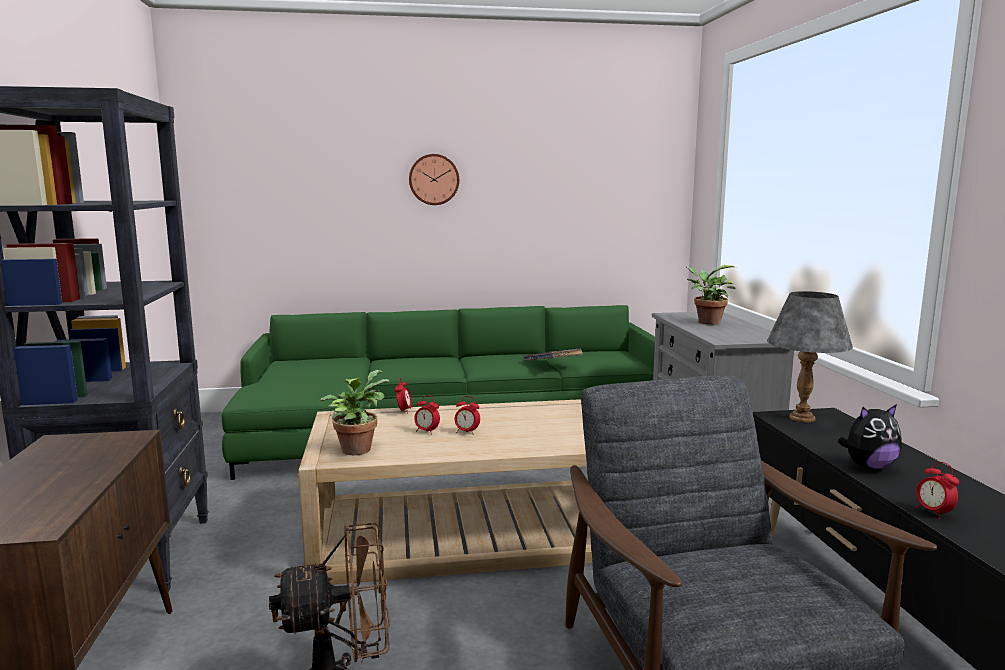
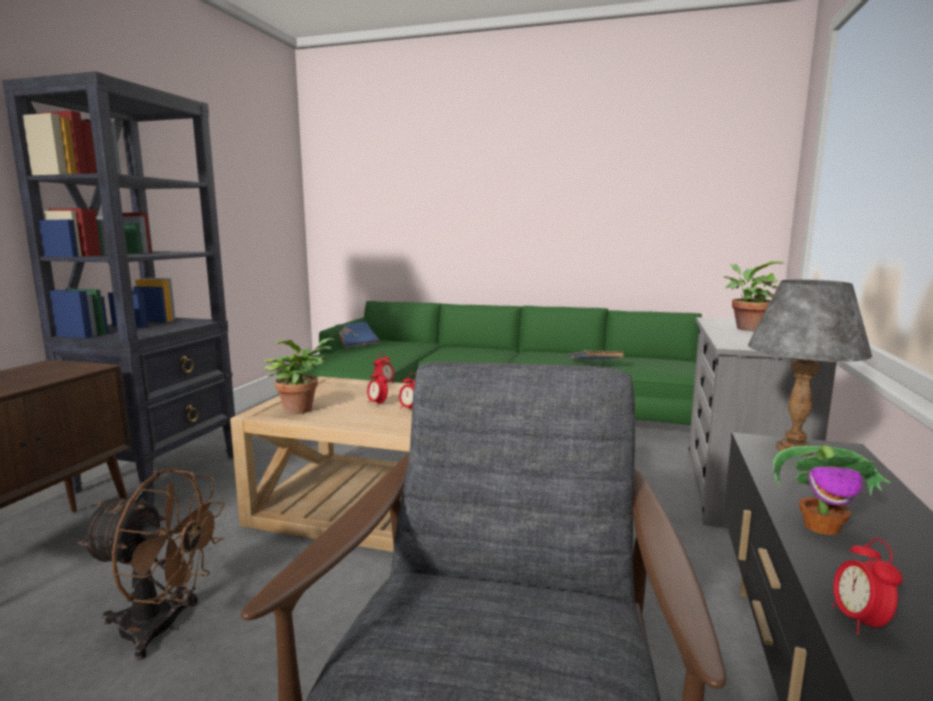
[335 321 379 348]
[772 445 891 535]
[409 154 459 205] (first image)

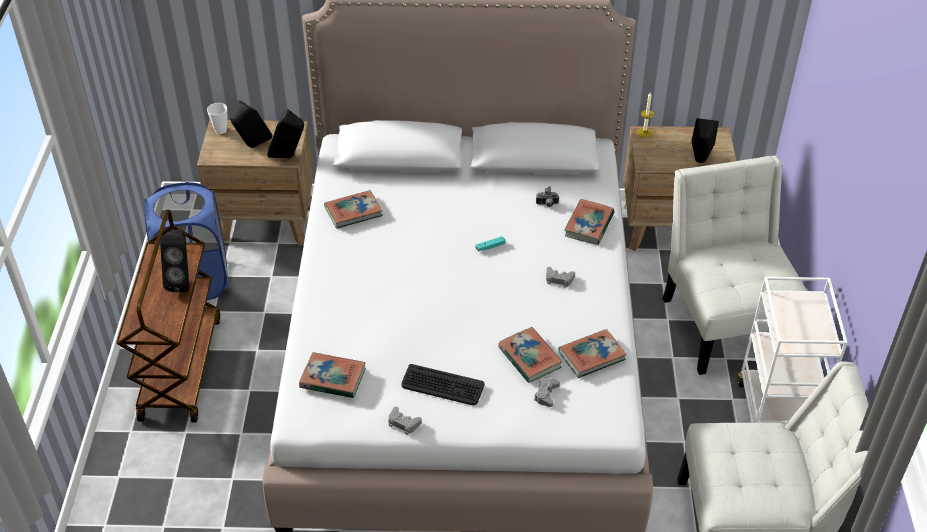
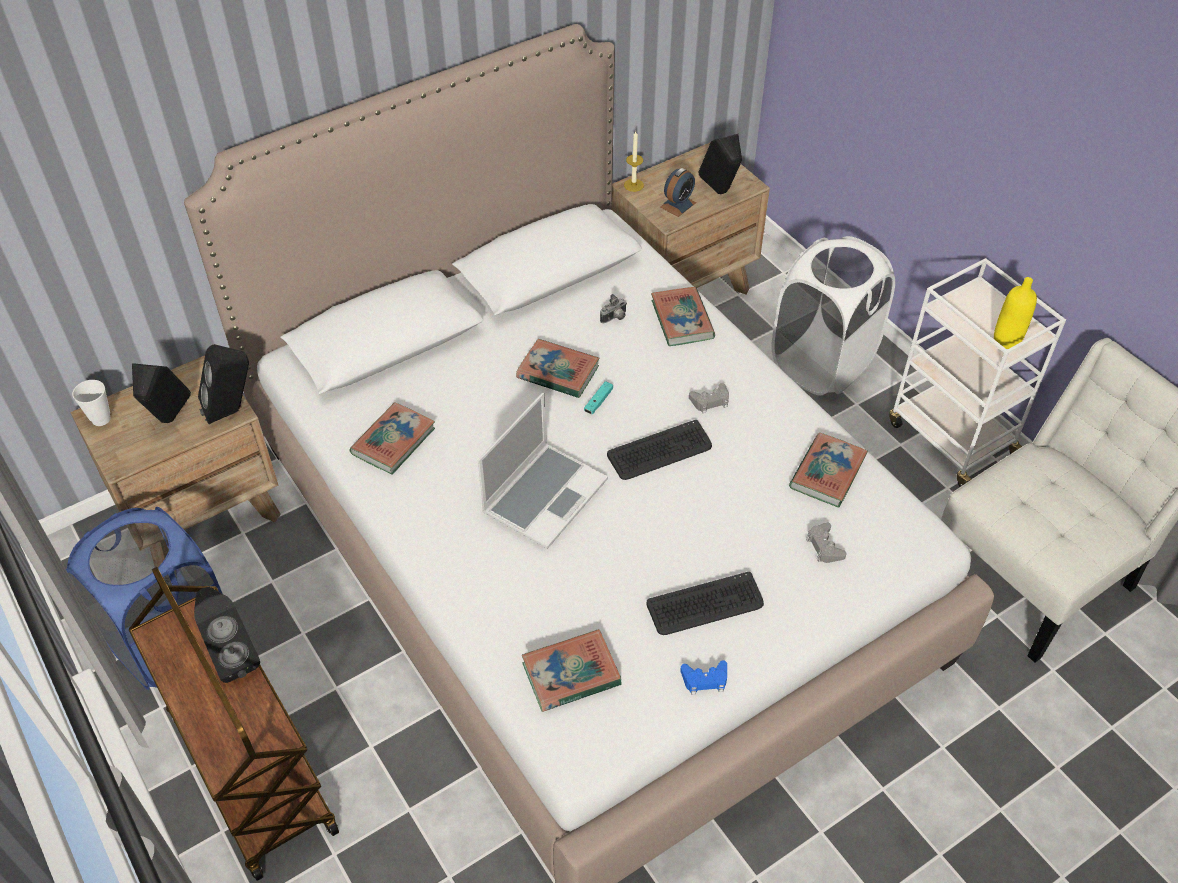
[478 393 608 549]
[516 339 599 398]
[607 420 712 480]
[660 168 696 217]
[680 660 727 695]
[771 236 895 395]
[994 277 1037 349]

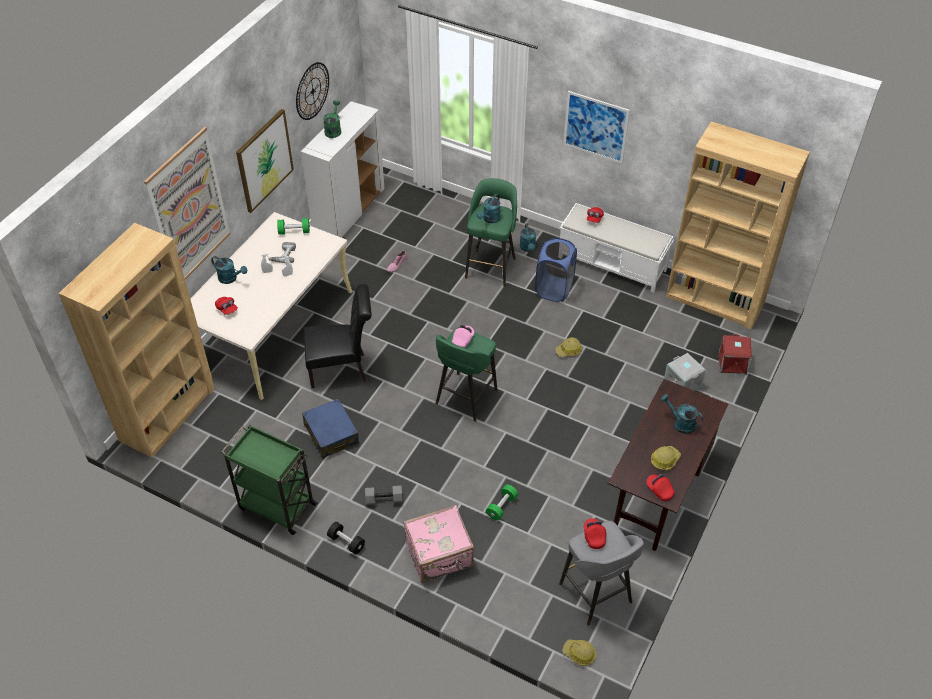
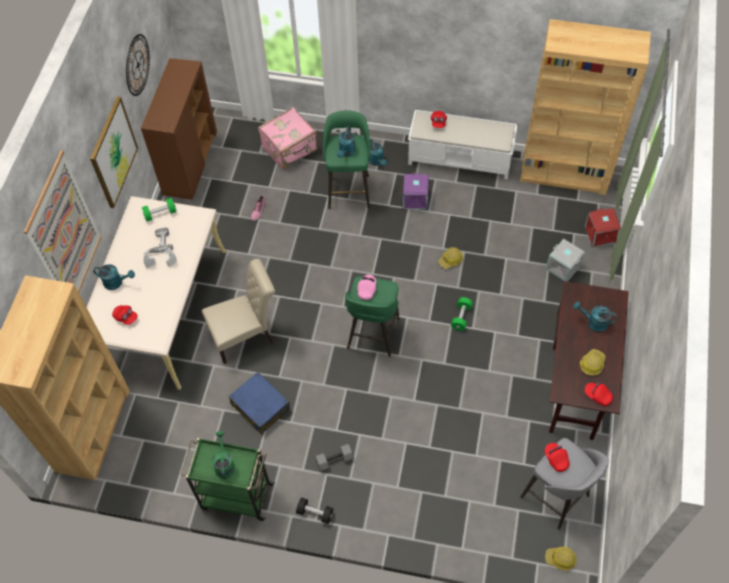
[141 58 217 200]
[202 259 275 364]
[212 431 235 479]
[258 107 318 170]
[403 173 429 209]
[451 297 473 331]
[563 91 630 164] (first image)

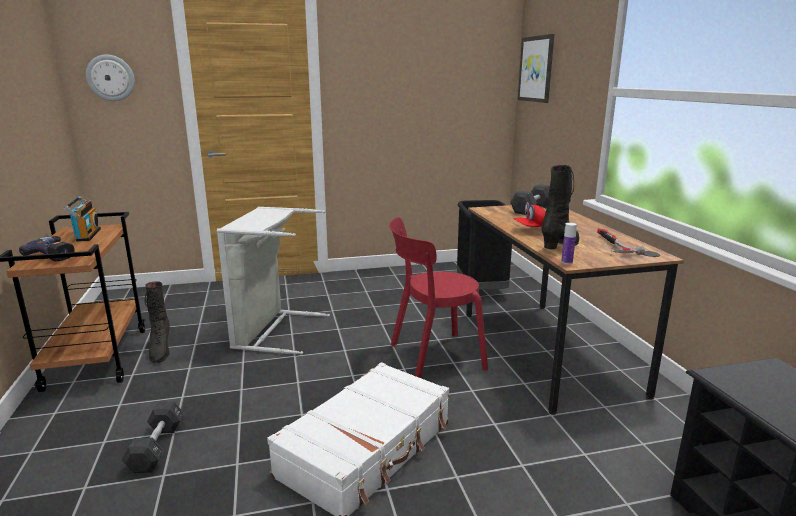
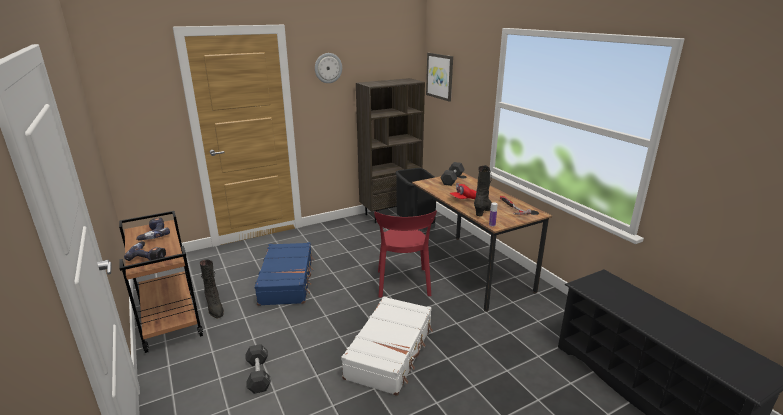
[136 217 170 241]
[254 242 315 306]
[315 53 342 83]
[356 78 425 223]
[374 210 437 298]

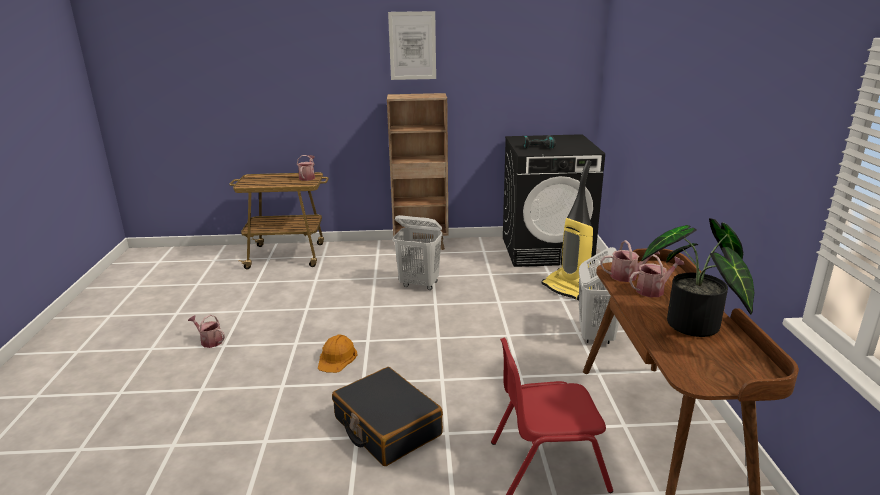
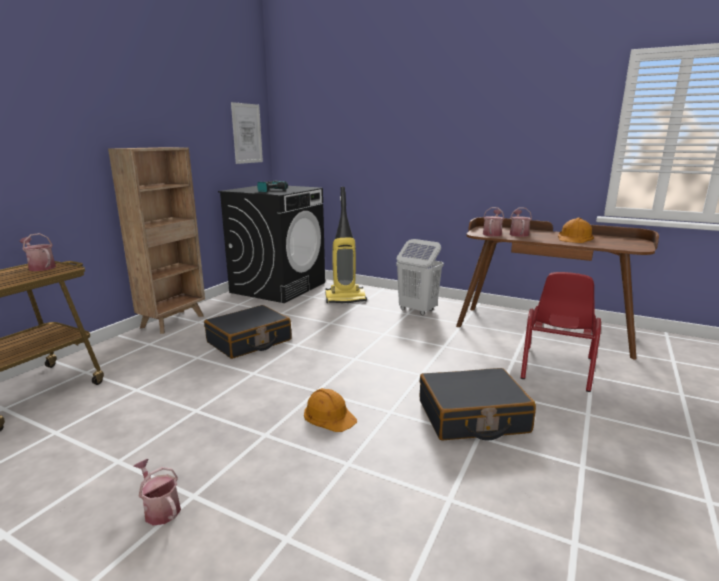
[134 459 181 525]
[204 305 291 359]
[231 102 263 164]
[558 218 594 243]

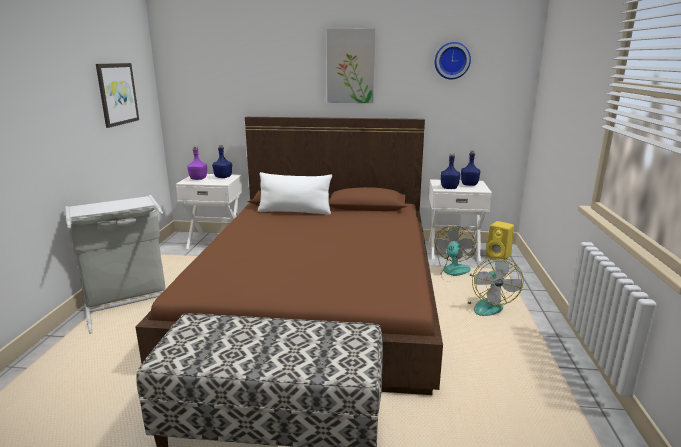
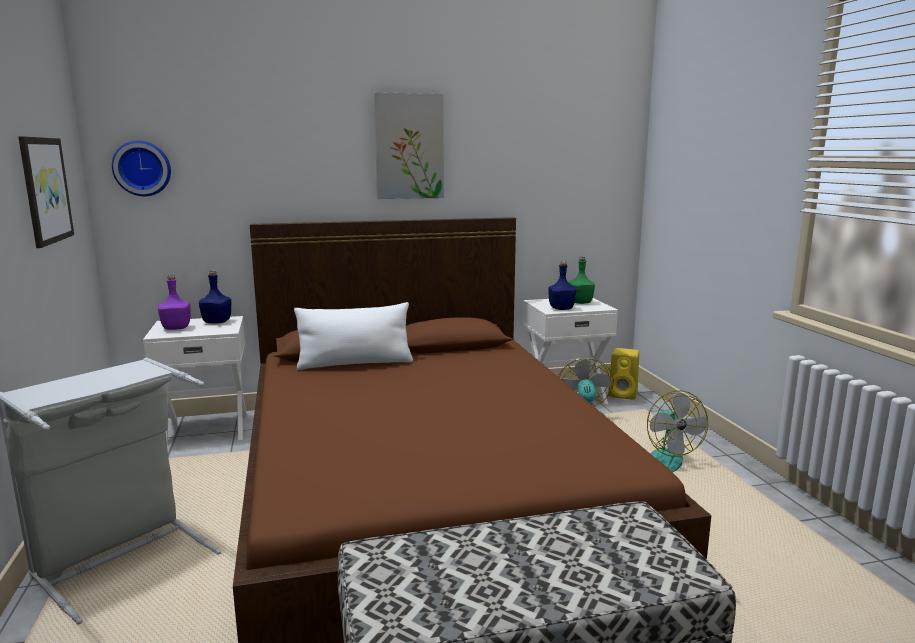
[112 141 171 196]
[568 257 595 304]

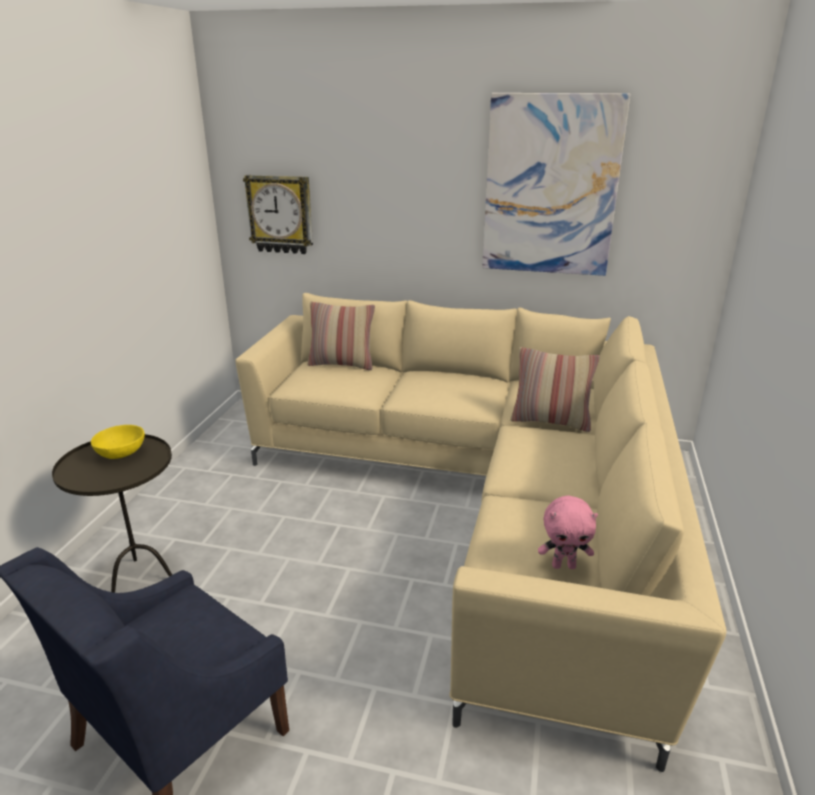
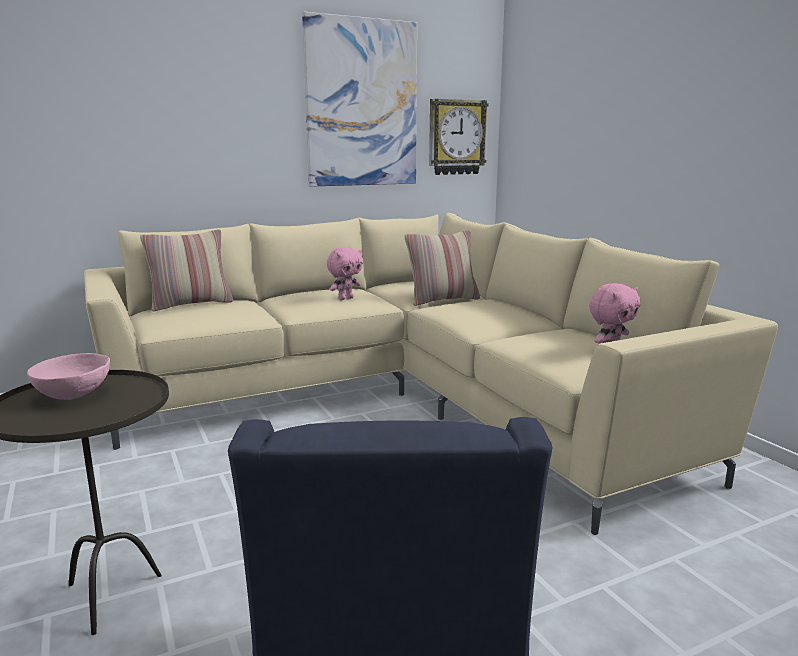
[27 353 110 400]
[327 247 363 300]
[429 99 489 175]

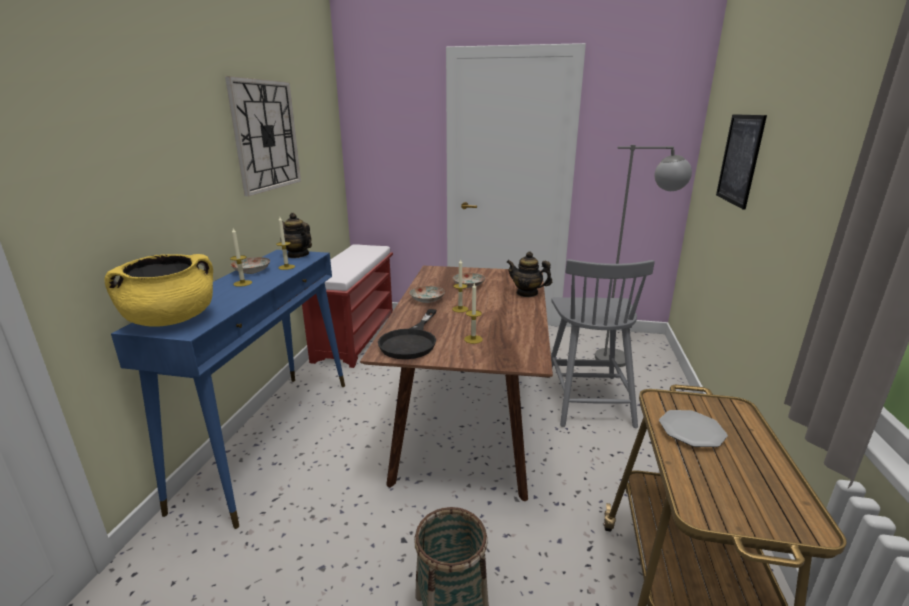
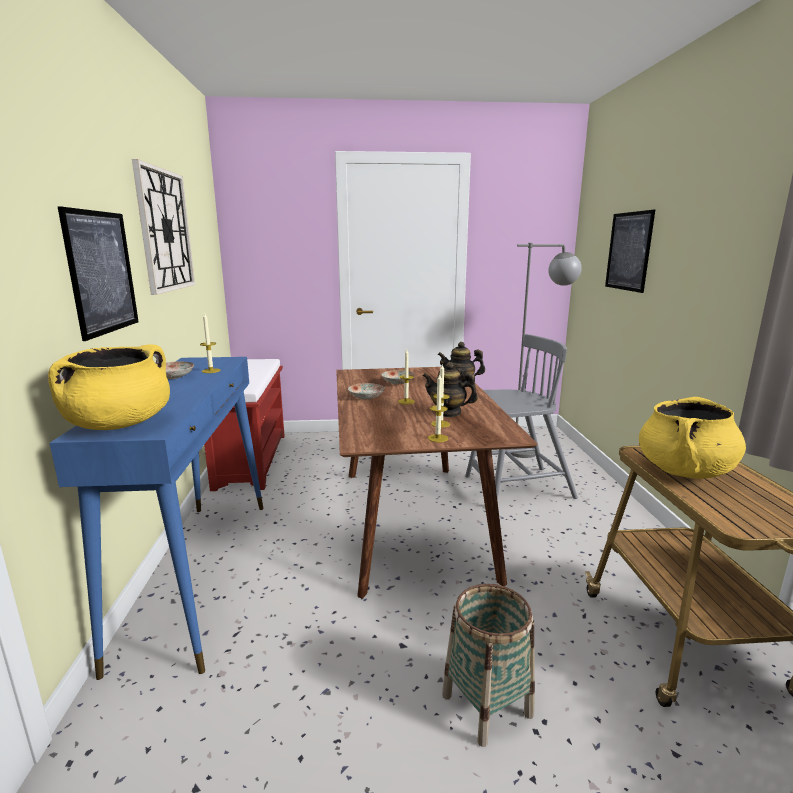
[58 206 139 341]
[423 362 478 417]
[428 374 448 442]
[465 334 578 500]
[639 397 746 479]
[378 309 436 359] (first image)

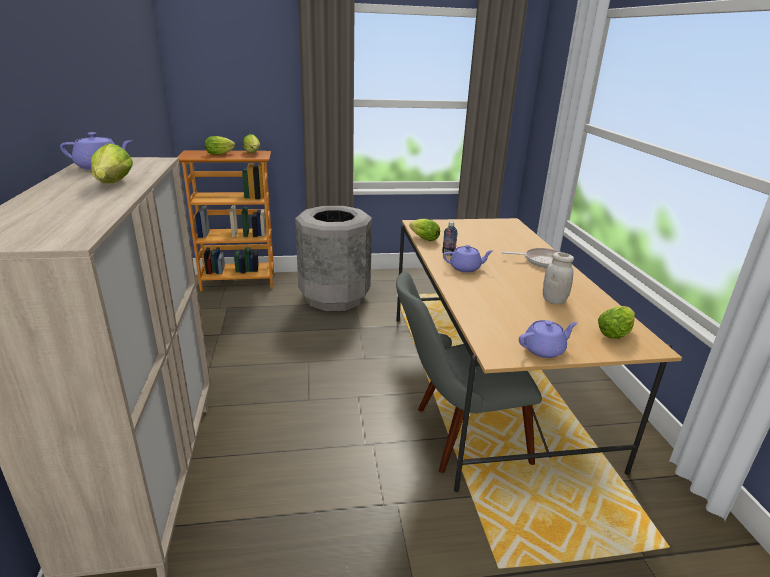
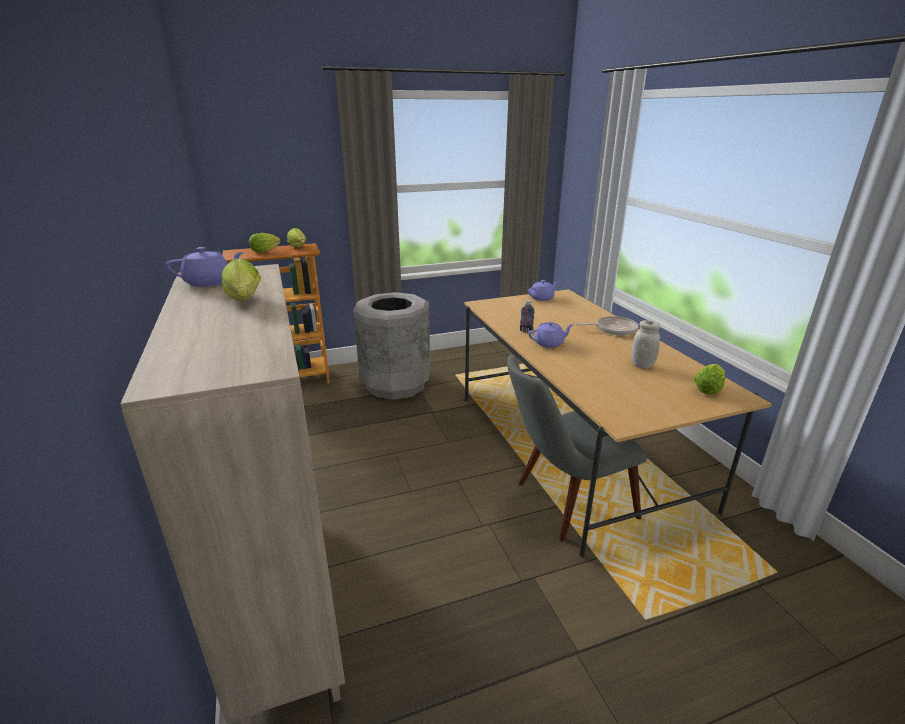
[528 280 559 301]
[409 219 440 241] (first image)

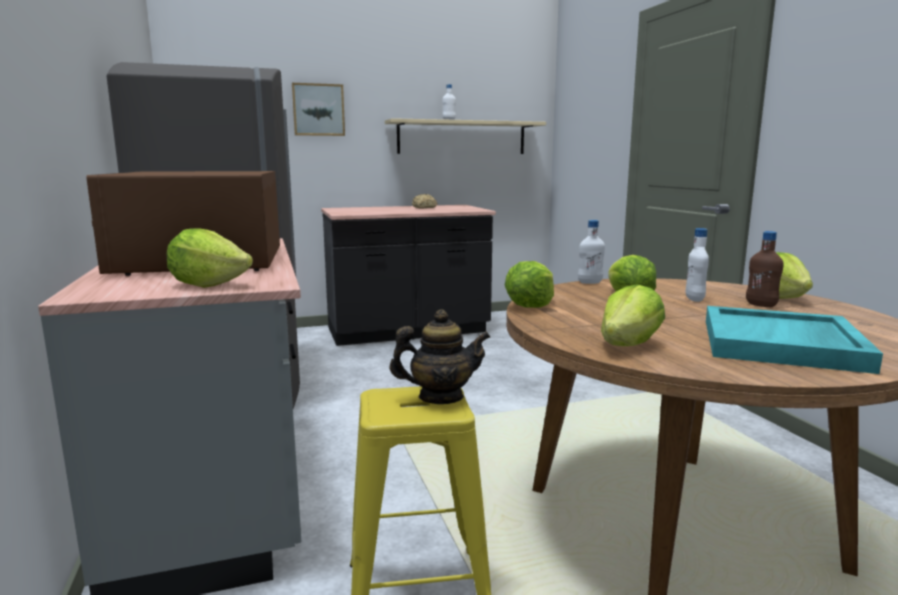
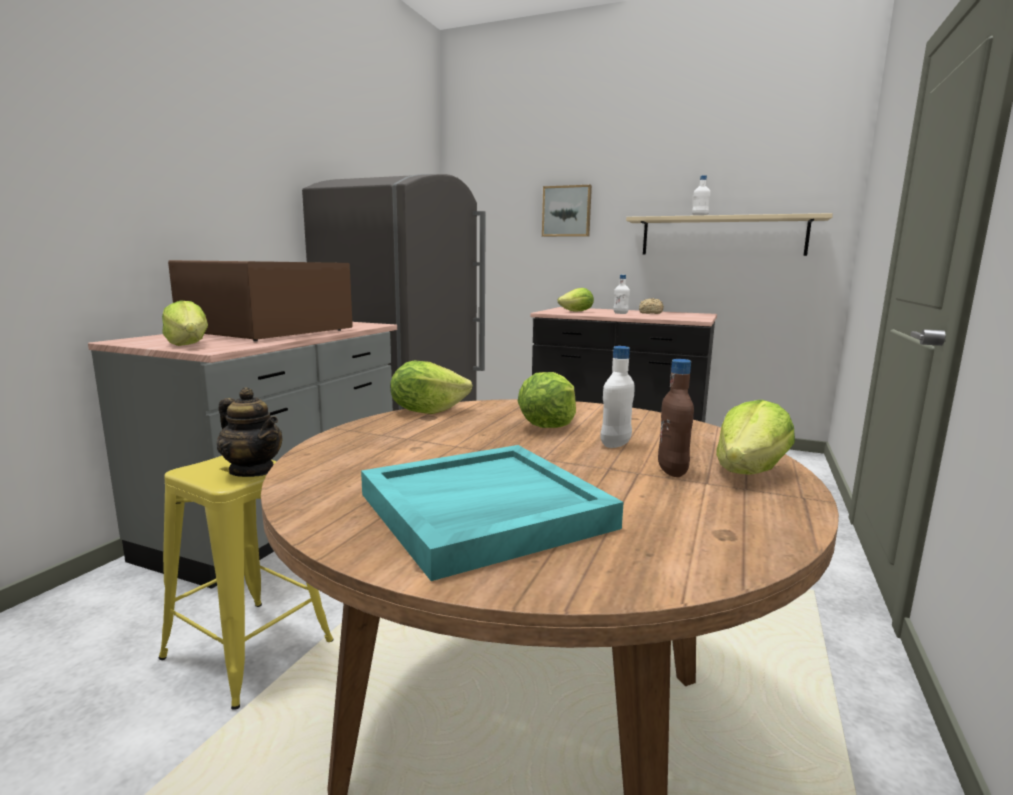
[558 288 594 311]
[613 275 630 314]

